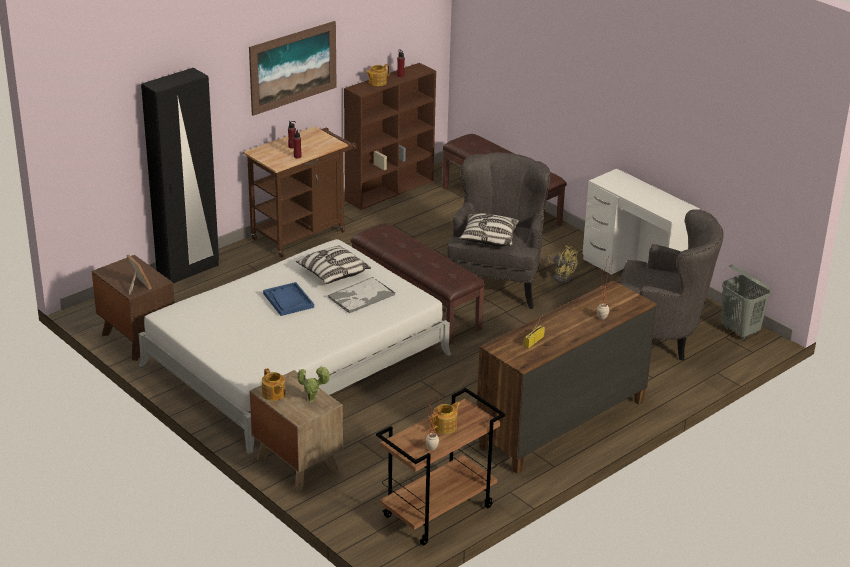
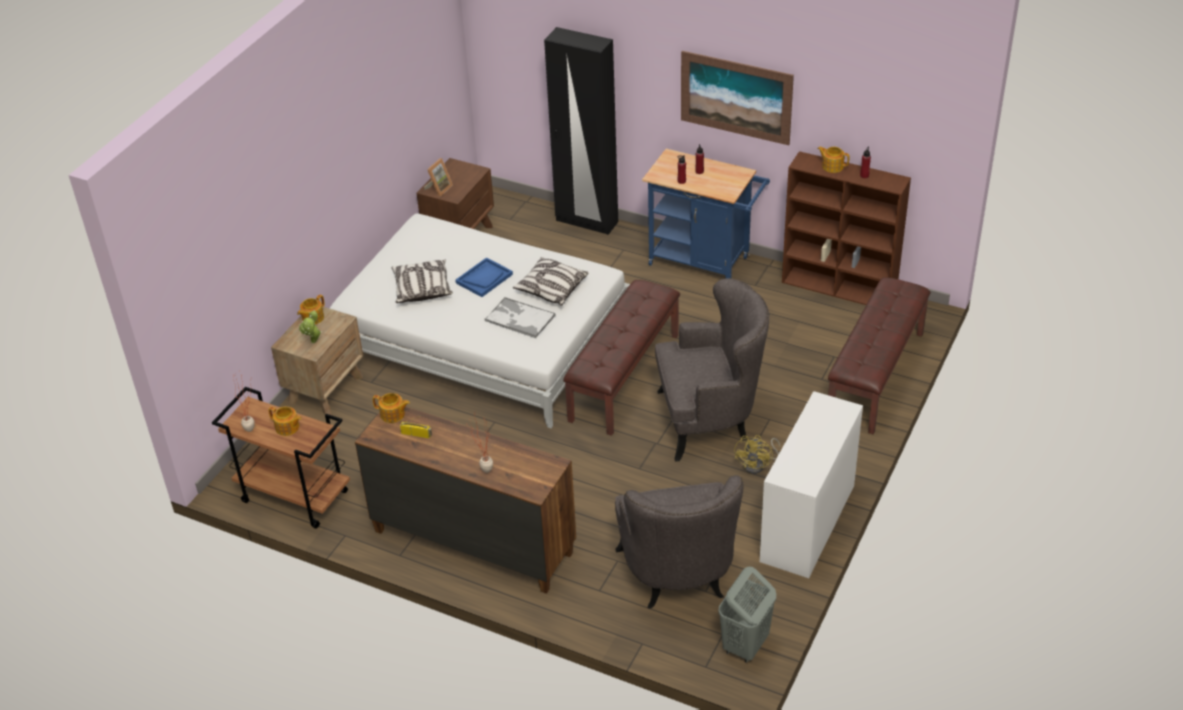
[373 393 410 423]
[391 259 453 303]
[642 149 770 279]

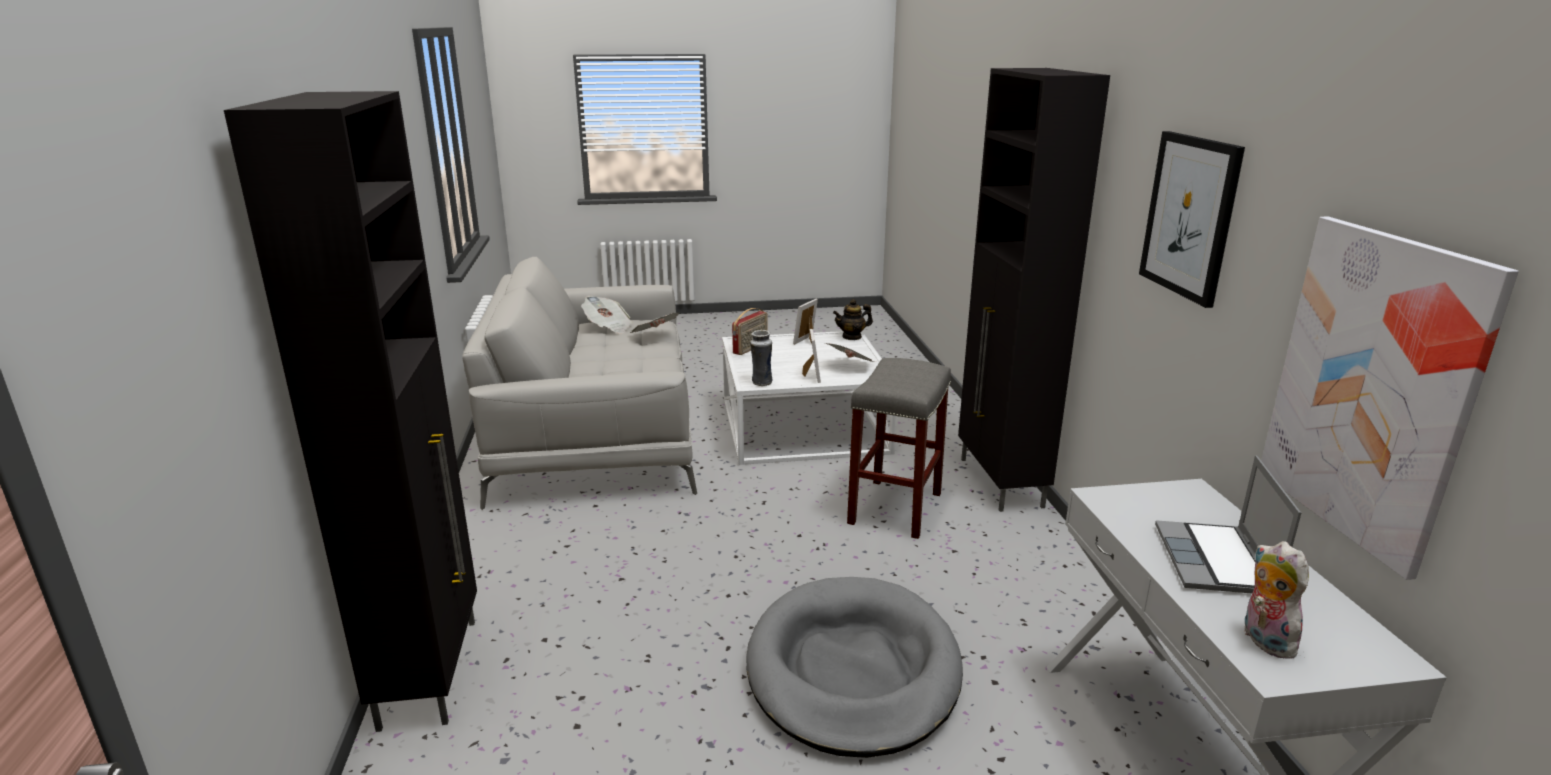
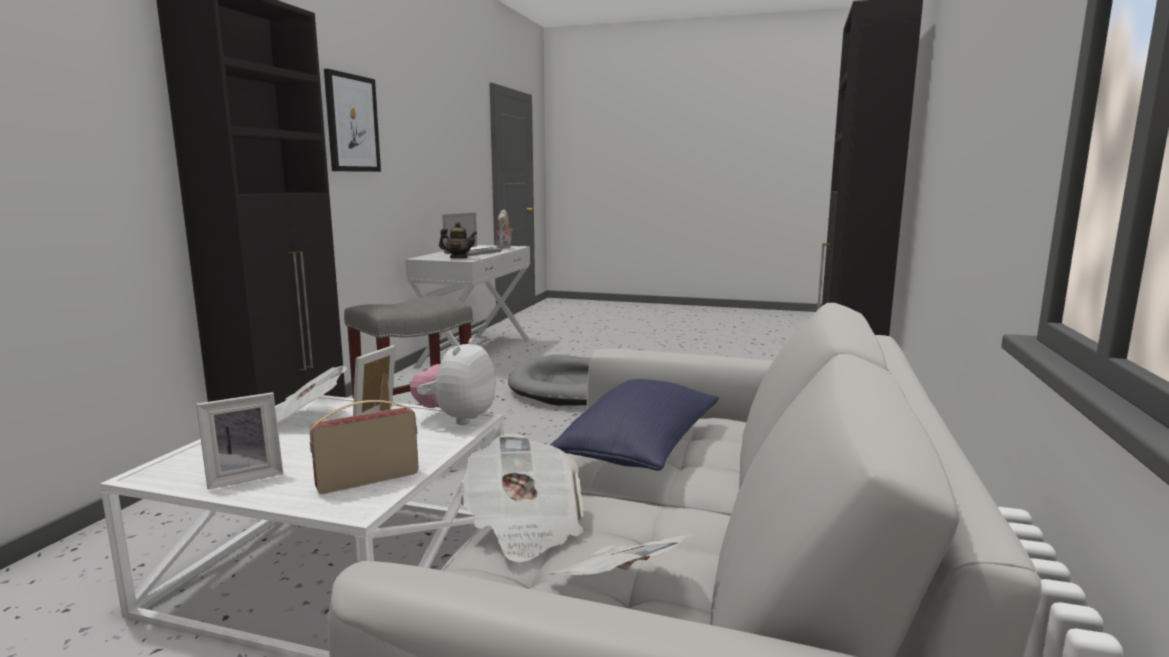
[410 338 496 425]
[439 222 477 258]
[550 379 719 471]
[1261 216 1519 580] (first image)

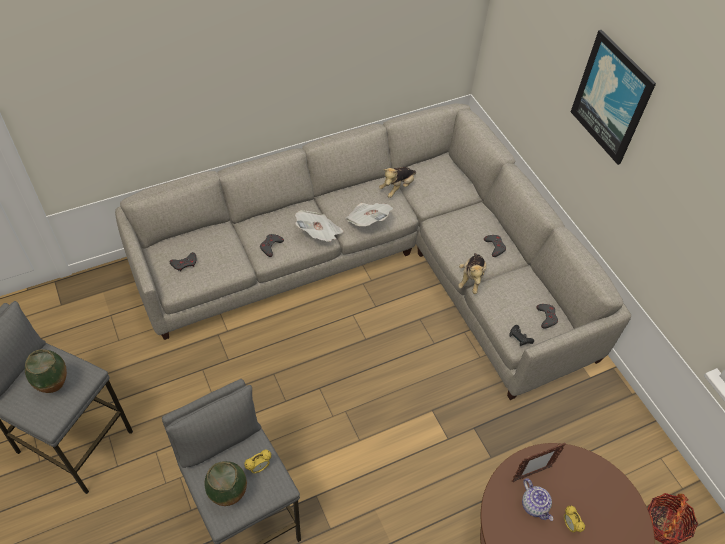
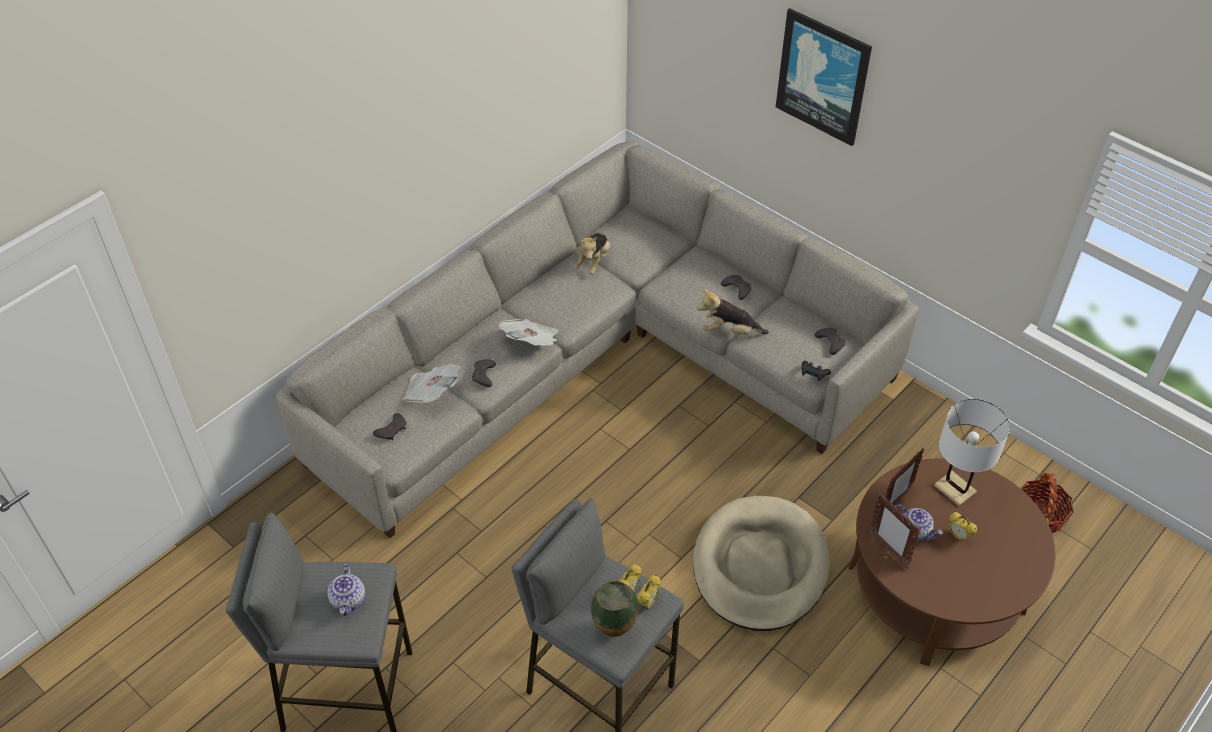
[328 563 365 616]
[402 363 460 403]
[637 575 661 609]
[693 496 830 631]
[697 289 769 335]
[869 494 921 569]
[934 399 1010 506]

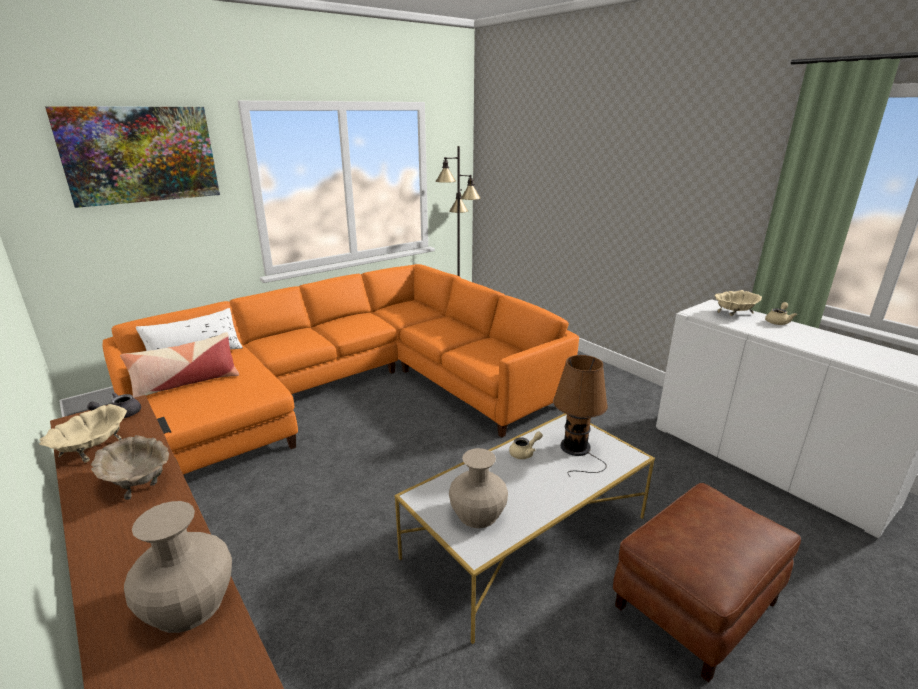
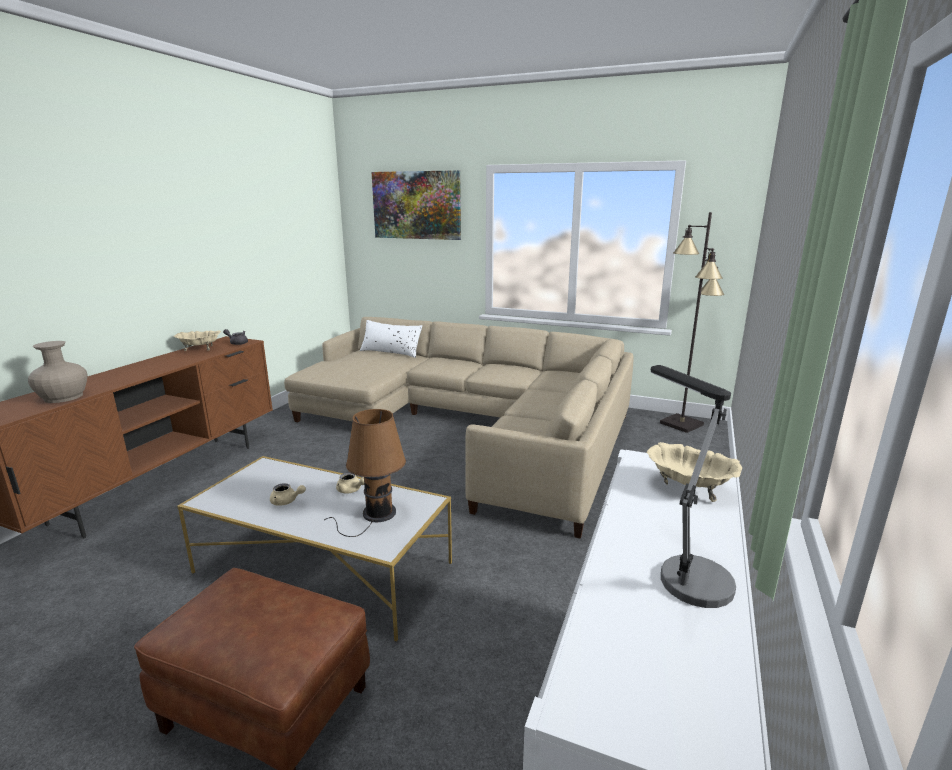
[270 483 306 506]
[284 317 633 539]
[651 365 736 608]
[91 435 169 500] (first image)
[120 332 239 398] (first image)
[449 448 508 528] (first image)

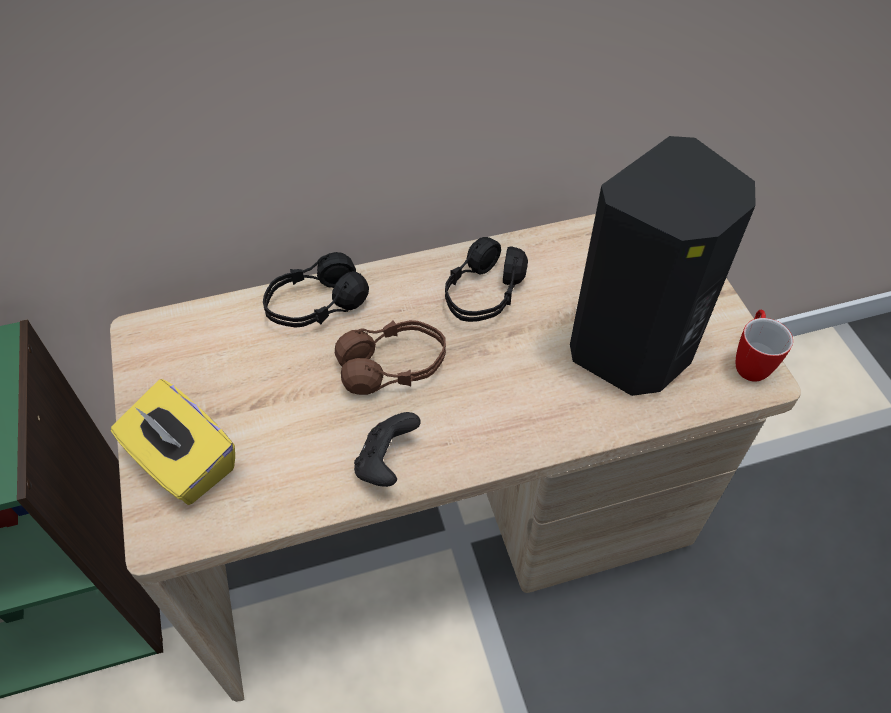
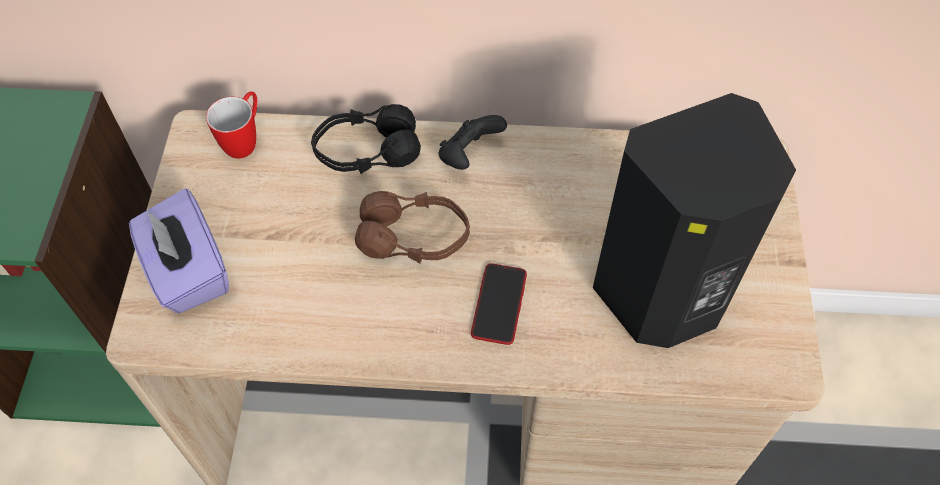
[129 188 229 313]
[206 92 258 159]
[439 115 507 170]
[471 263 527 345]
[445 237 528 322] (first image)

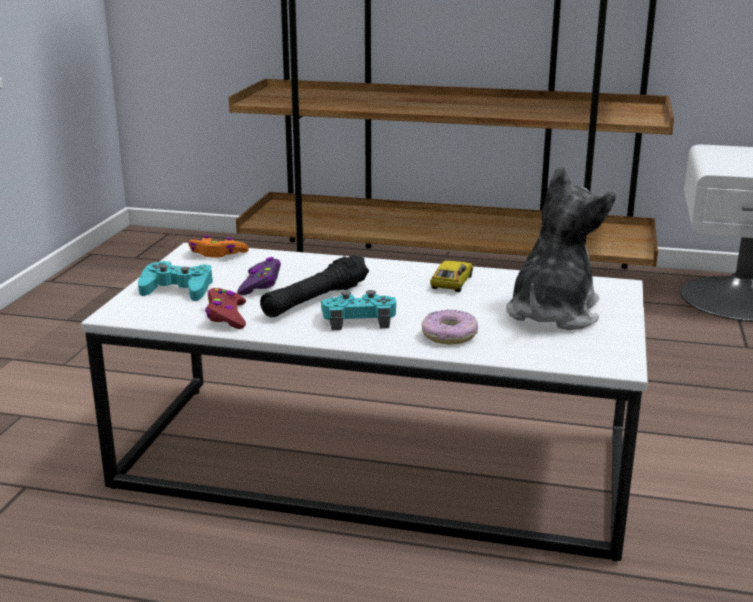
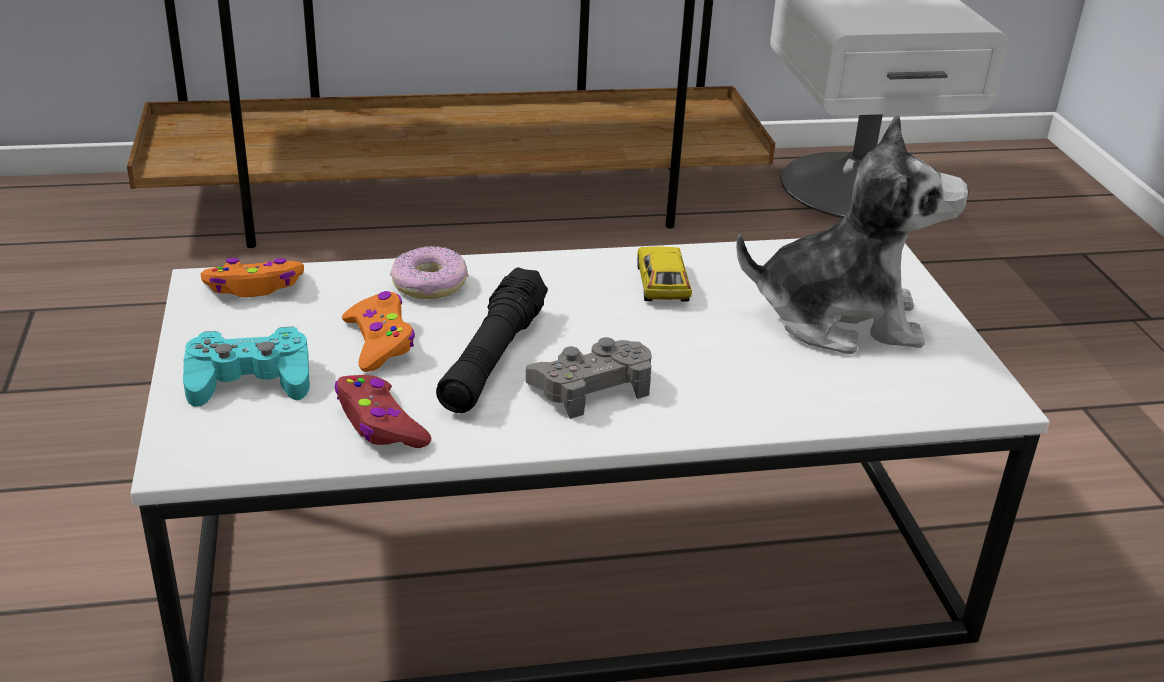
[342 291 415 372]
[390 246 468 299]
[526 337 652 419]
[736 114 969 354]

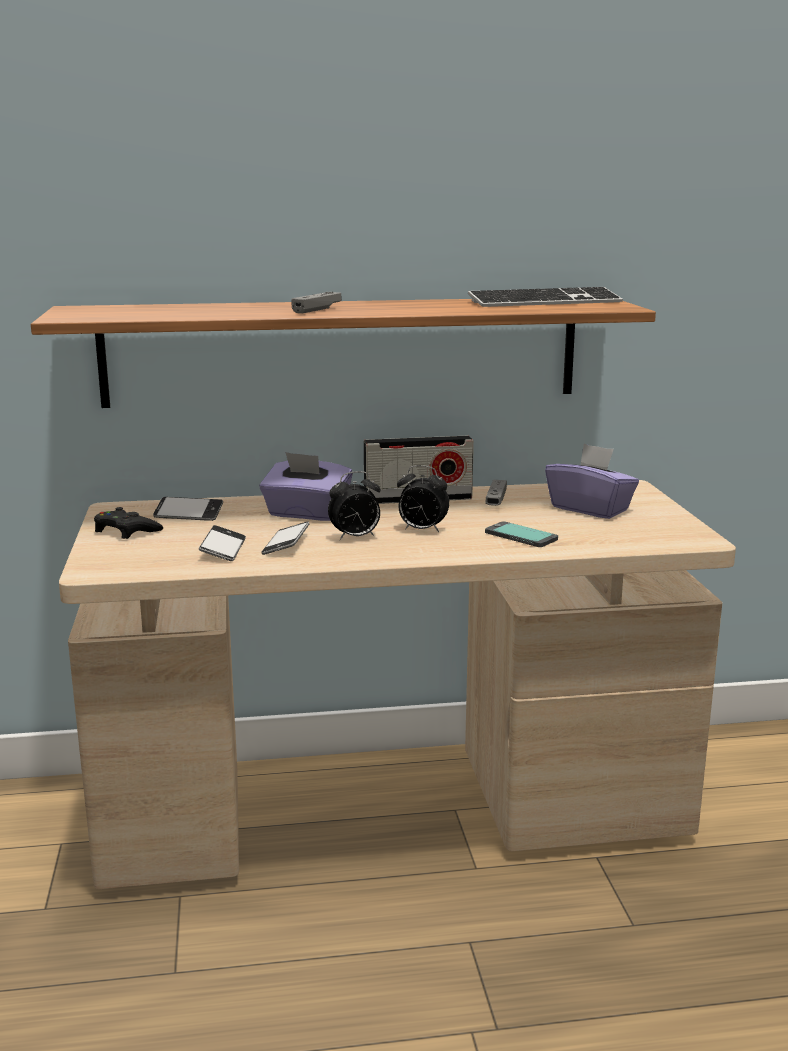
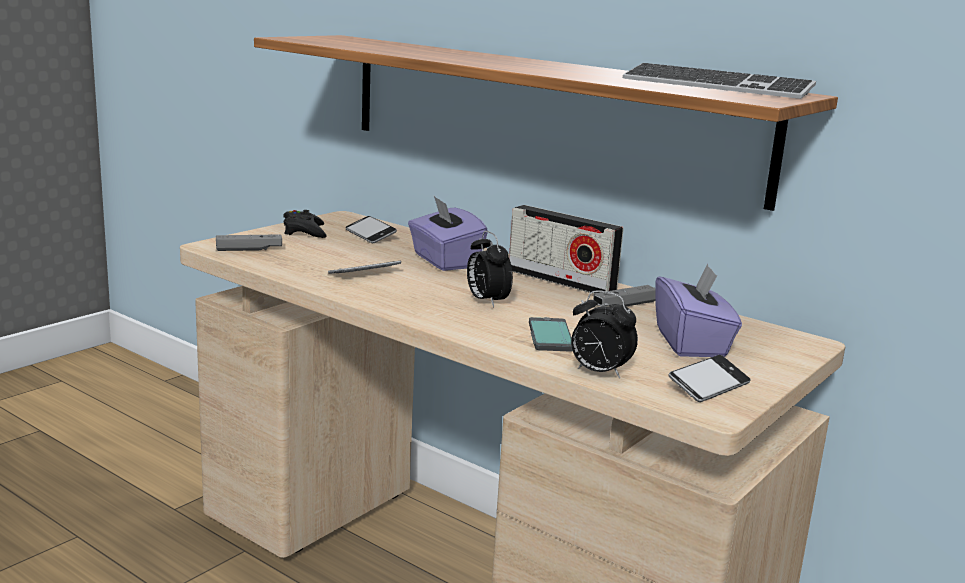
[216 234 282 251]
[571 290 638 378]
[669 355 750 402]

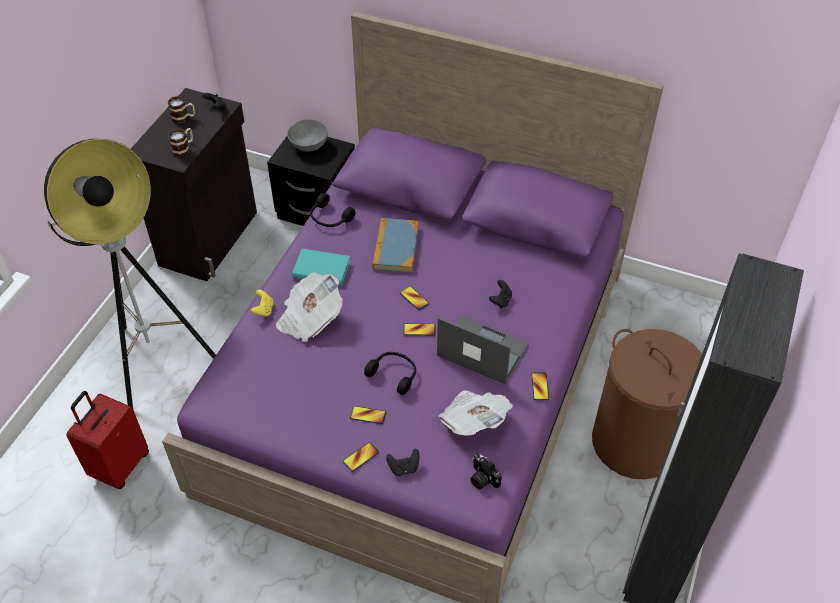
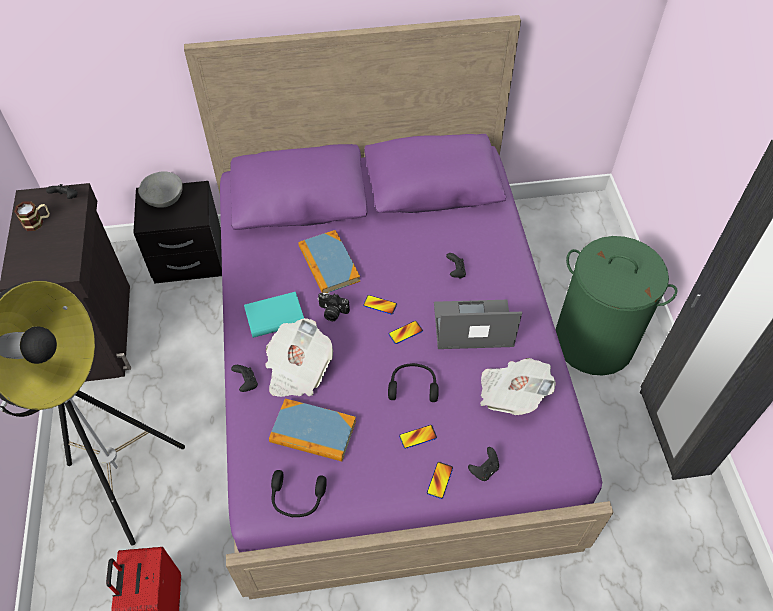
[231 365 258 392]
[269 398 356 461]
[271 470 327 517]
[318 293 350 321]
[556 236 678 375]
[168 128 193 157] (first image)
[531 373 549 400] (first image)

